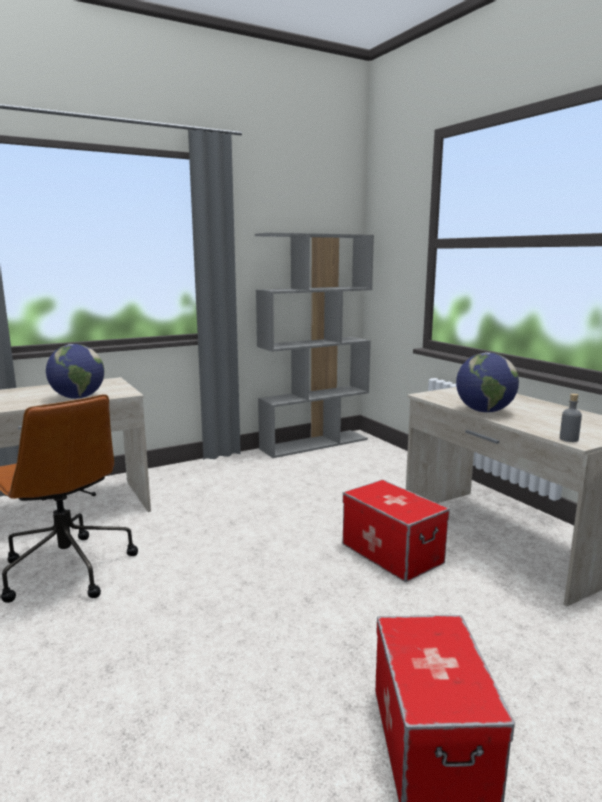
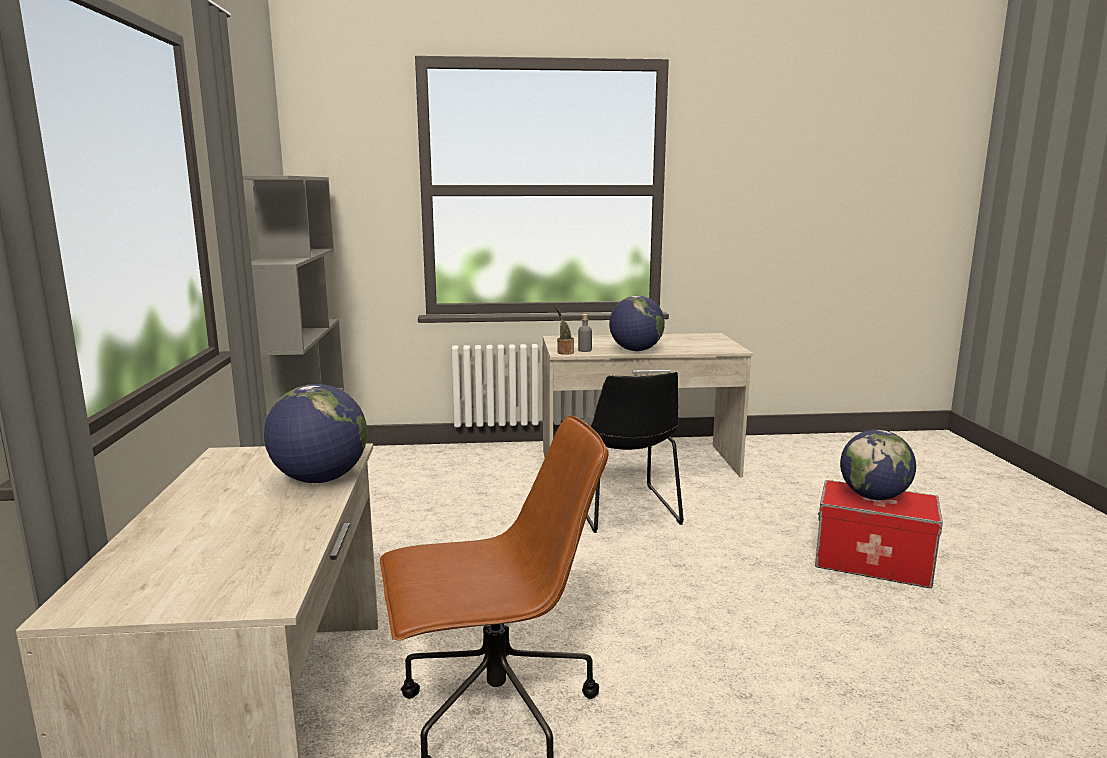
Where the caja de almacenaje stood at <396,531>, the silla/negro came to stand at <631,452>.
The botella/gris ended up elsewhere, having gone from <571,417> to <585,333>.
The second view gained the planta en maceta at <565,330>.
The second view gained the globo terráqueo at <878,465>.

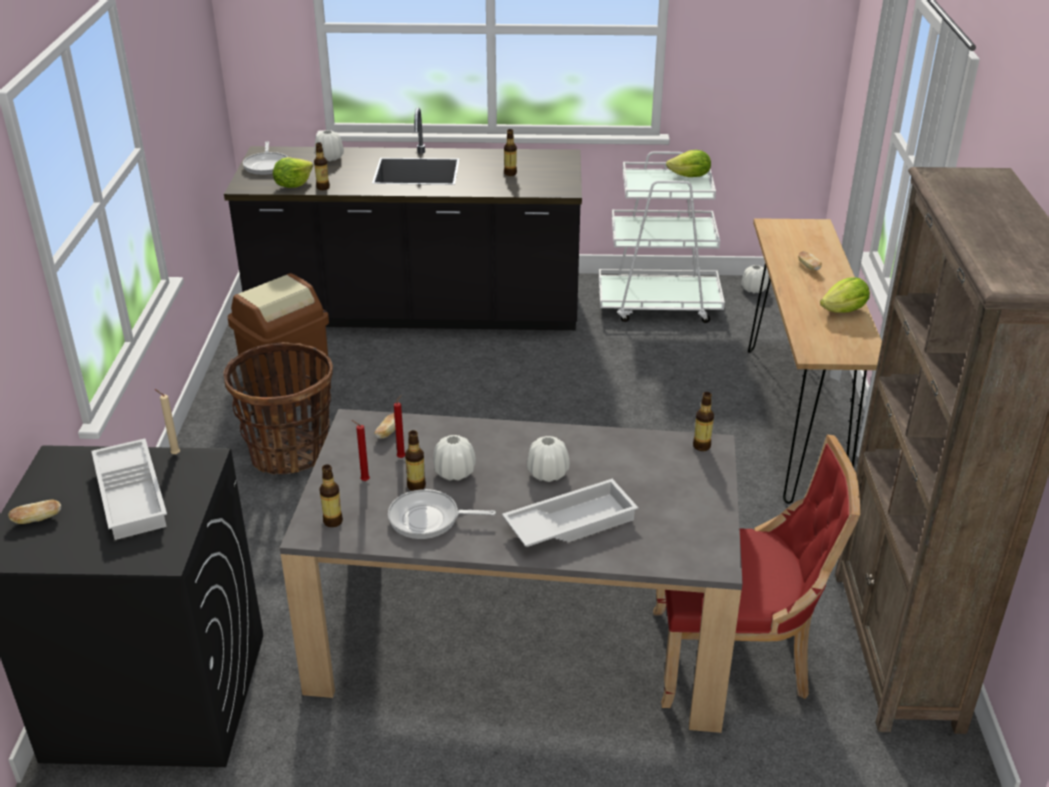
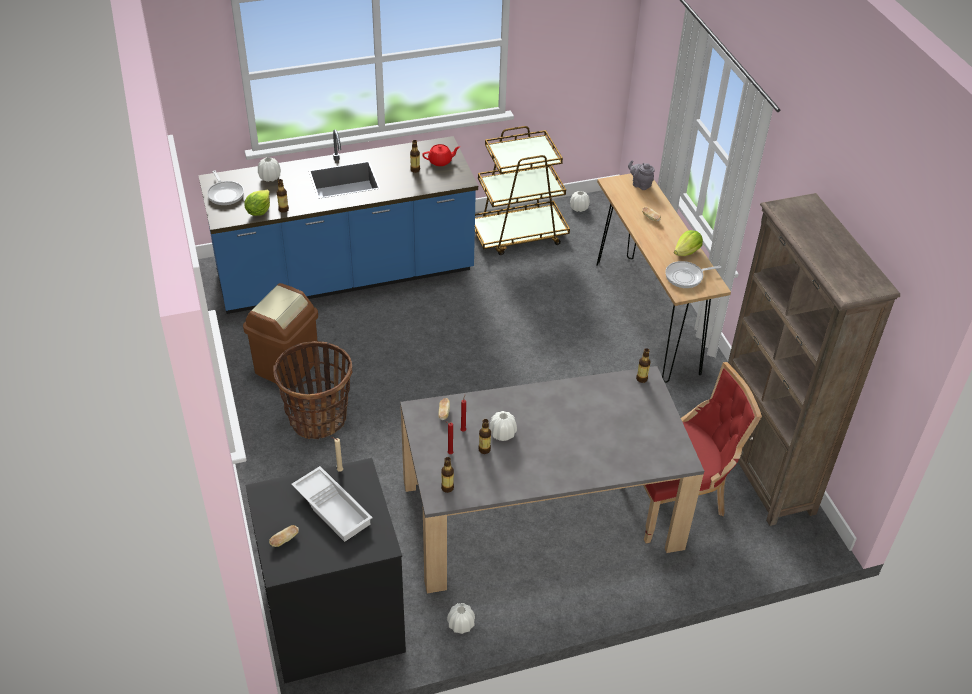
What was the mueble bajo de cocina/negro at <403,218> turned into the mueble bajo de cocina/azul at <338,222>.
The sartén ended up elsewhere, having gone from <442,514> to <693,274>.
The second view lost the bandeja/blanco at <570,513>.
The florero/blanco ended up elsewhere, having gone from <548,459> to <461,618>.
What was the carrito/blanco at <662,237> turned into the carrito/marrón at <522,190>.
The second view lost the lechuga at <688,163>.
The second view gained the tetera/rojo at <441,155>.
The second view gained the tetera/gris at <641,175>.

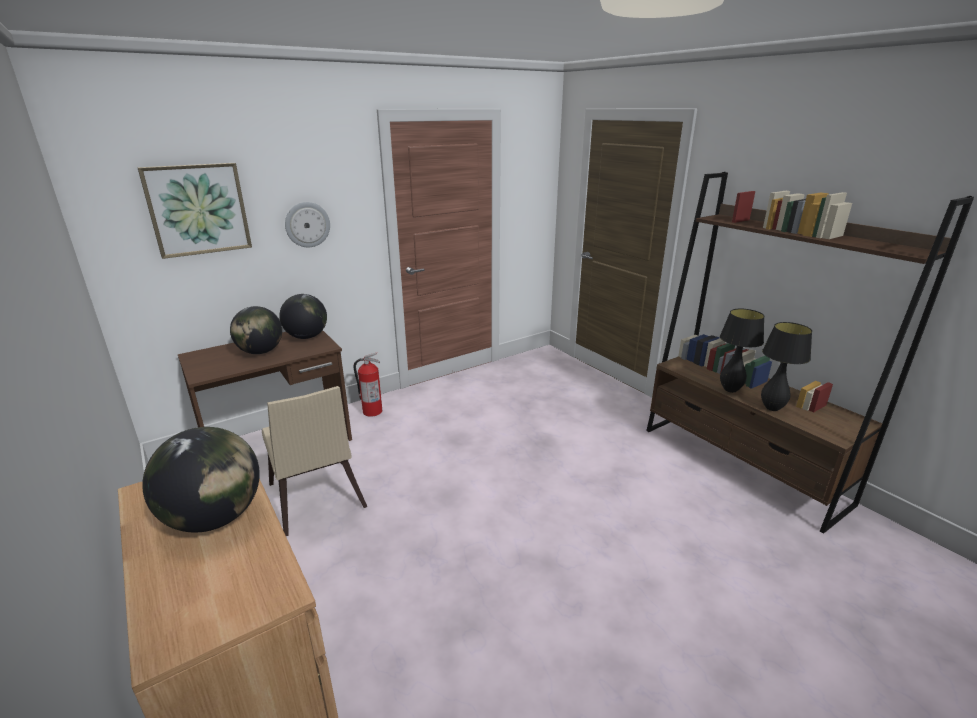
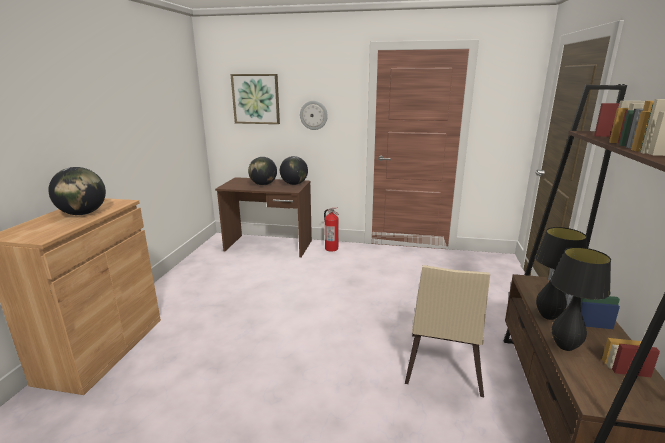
The silla/beis ended up elsewhere, having gone from <314,461> to <447,331>.

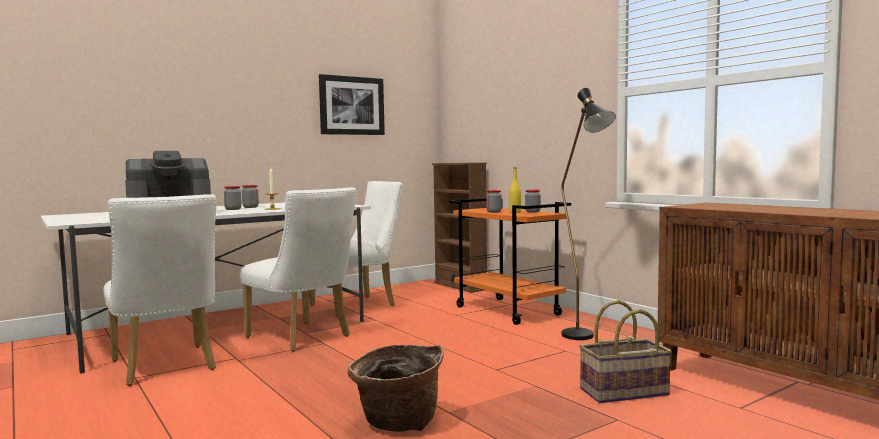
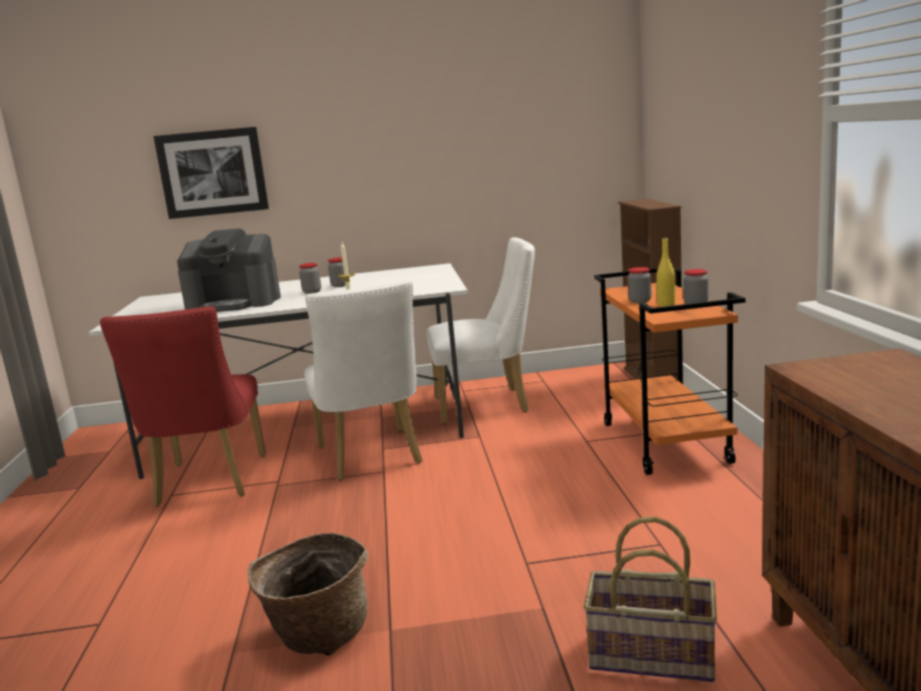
What was the silla/blanco at <159,290> turned into the silla/rojo at <183,406>.
The cuadro ended up elsewhere, having gone from <352,104> to <211,173>.
The second view lost the lámpara de pie/negro at <588,214>.

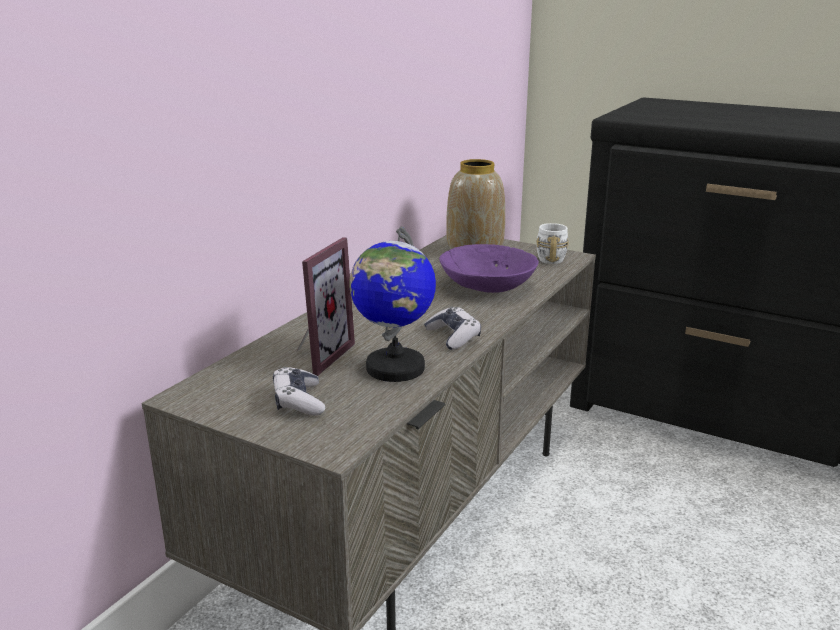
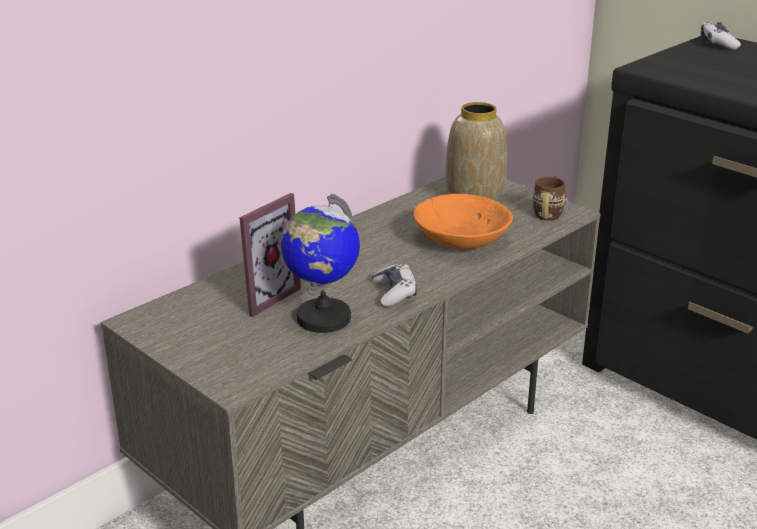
The mando de consola ended up elsewhere, having gone from <299,391> to <721,36>.
What was the cuenco/morado at <489,268> turned into the cuenco/naranja at <463,221>.
What was the taza grande/blanco at <552,243> turned into the taza grande/marrón at <549,198>.

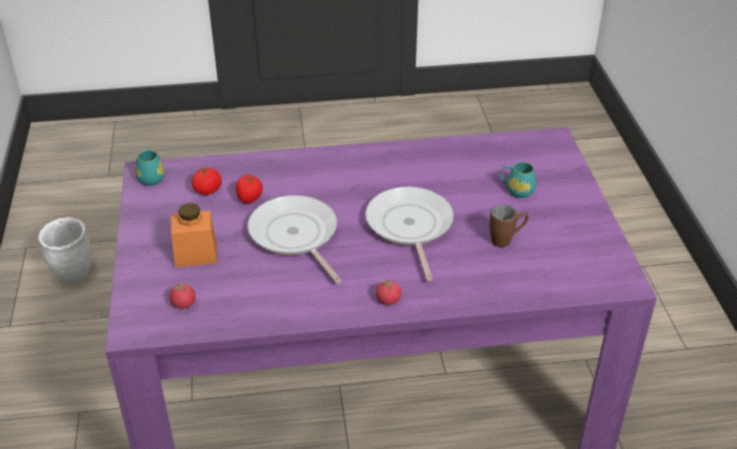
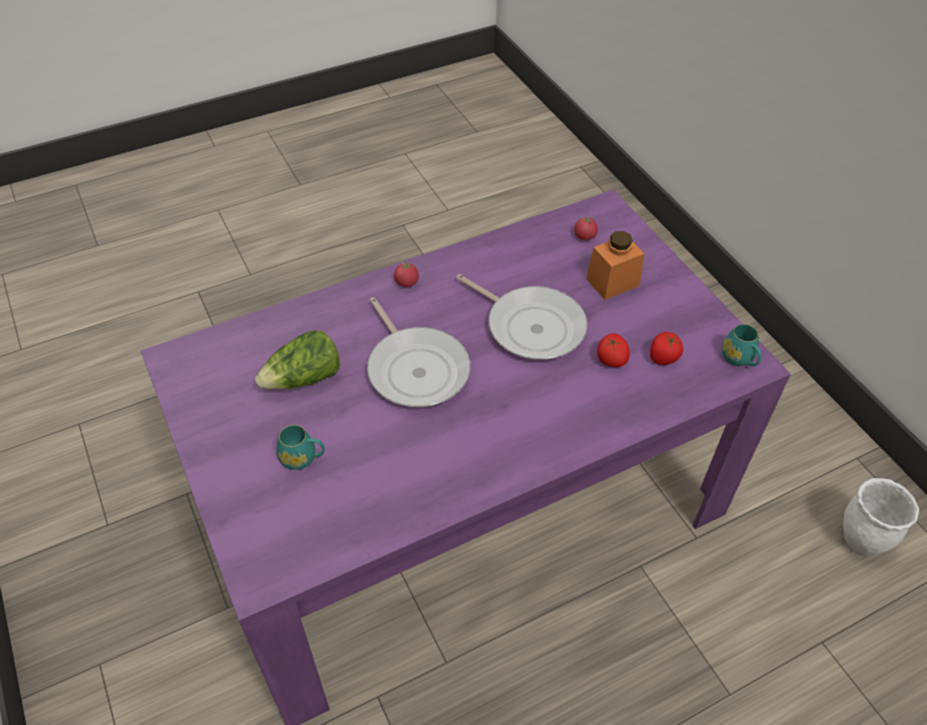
Where the taza grande/marrón stood at <509,225>, the lechuga came to stand at <297,359>.

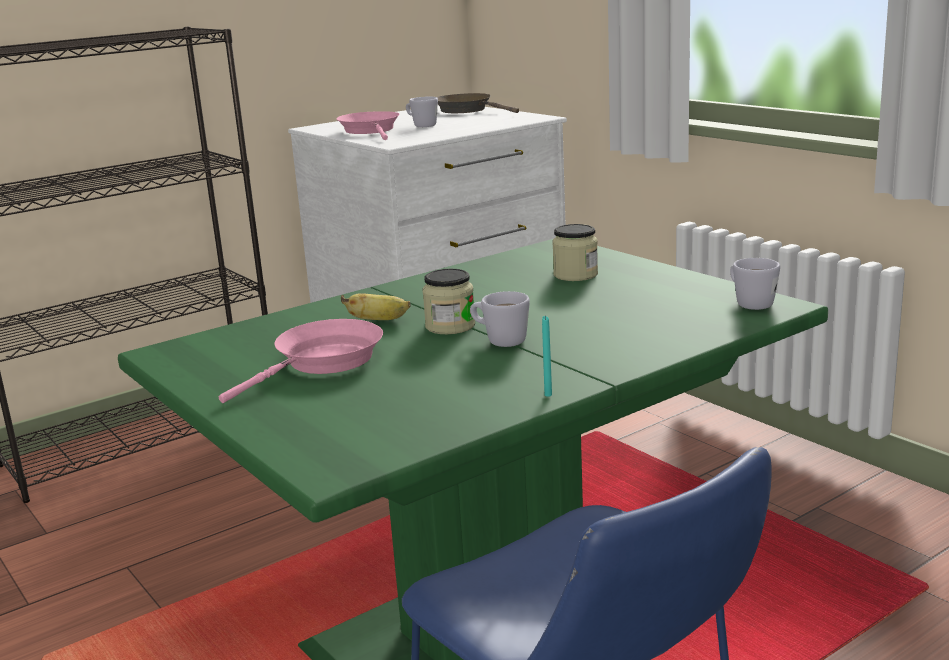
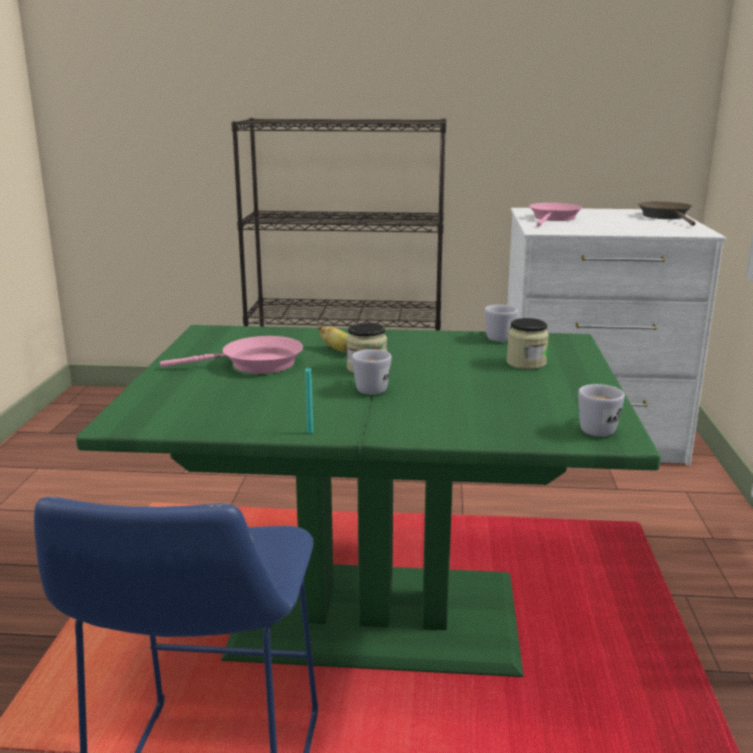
The taza grande/blanco ended up elsewhere, having gone from <422,112> to <501,323>.

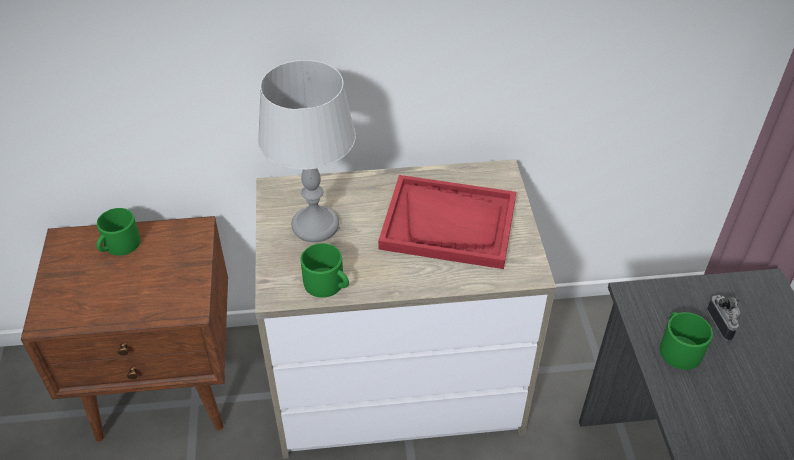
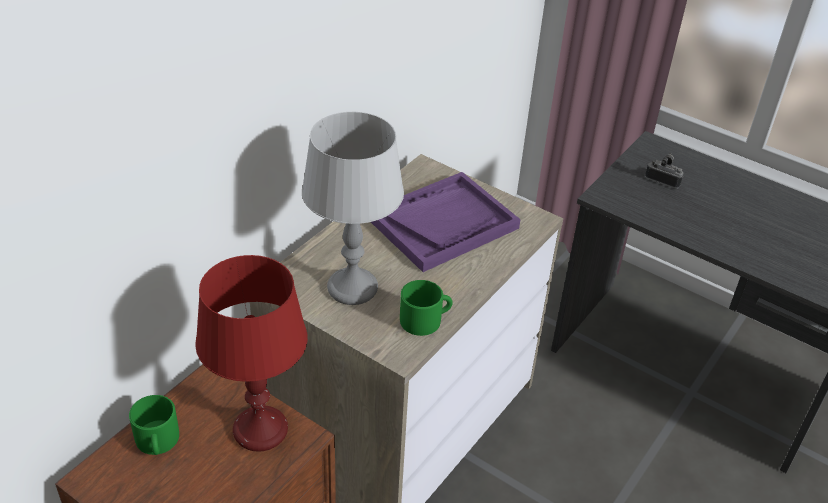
What was the bandeja/rojo at <447,222> turned into the bandeja/morado at <446,222>.
The second view lost the taza grande/verde at <686,341>.
The second view gained the lámpara de mesa/rojo at <251,353>.

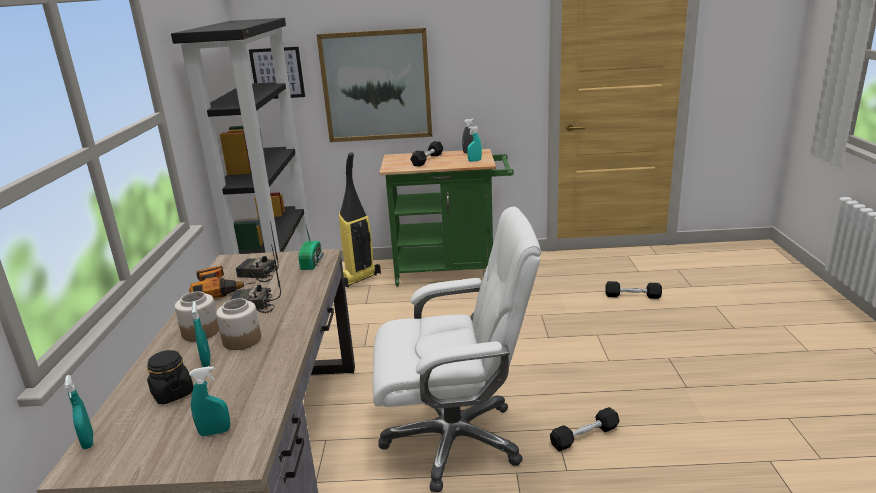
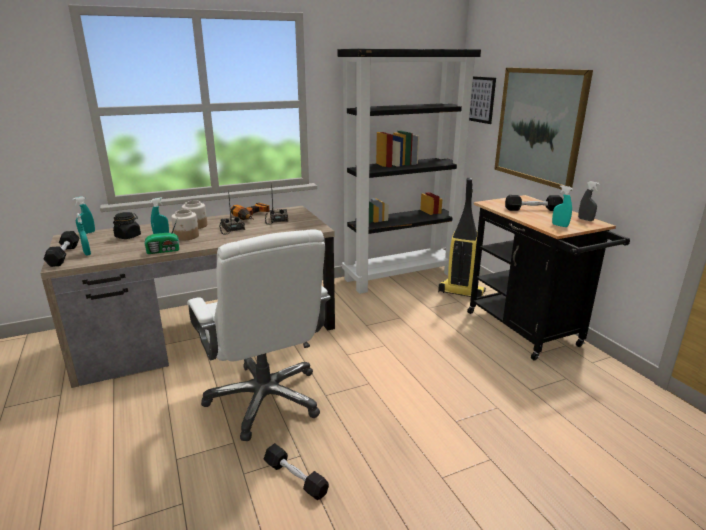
The radio ended up elsewhere, having gone from <311,246> to <162,237>.
What was the carrito/verde at <446,218> turned into the carrito/negro at <548,277>.
The mancuerna/negro ended up elsewhere, having gone from <633,290> to <61,249>.

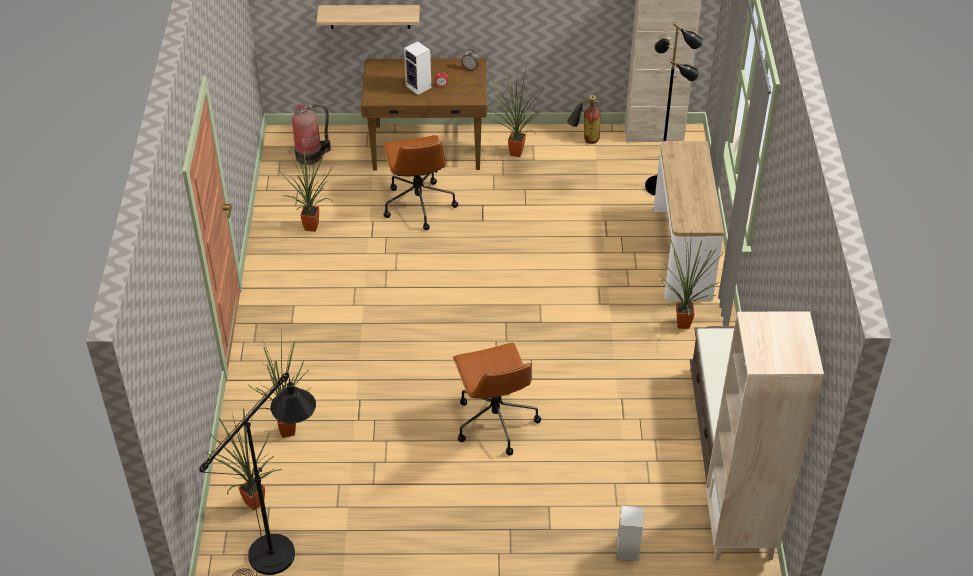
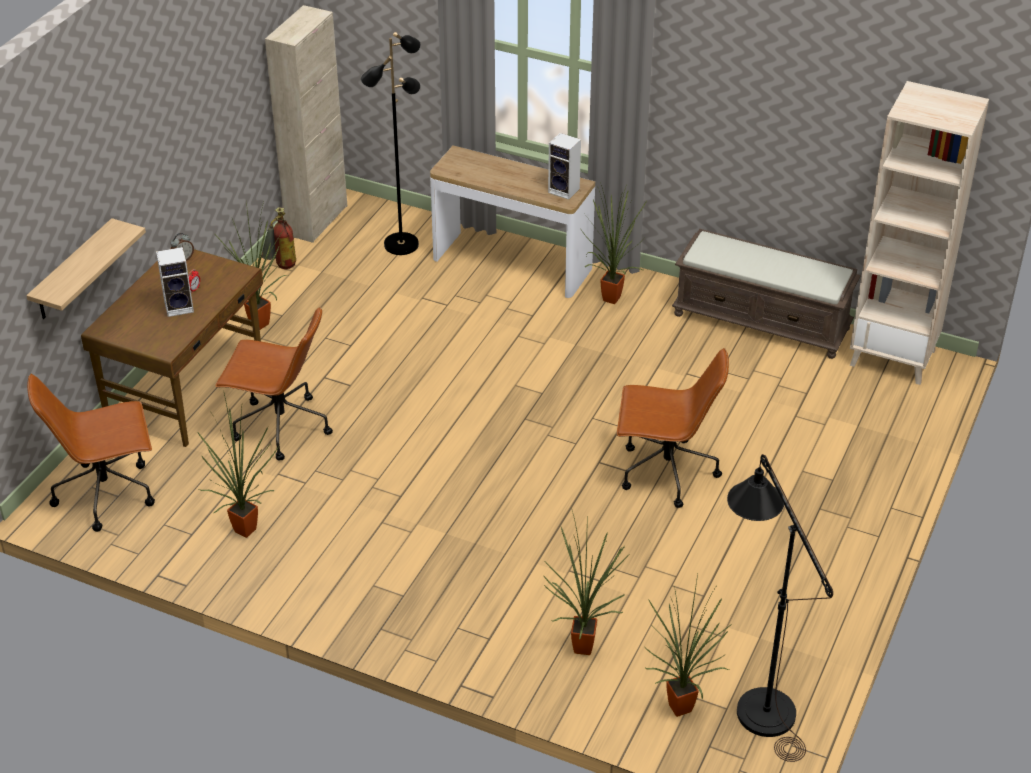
Where the extintor stood at <311,134>, the silla de oficina/marrón came to stand at <91,452>.
The altavoz ended up elsewhere, having gone from <630,533> to <564,166>.

